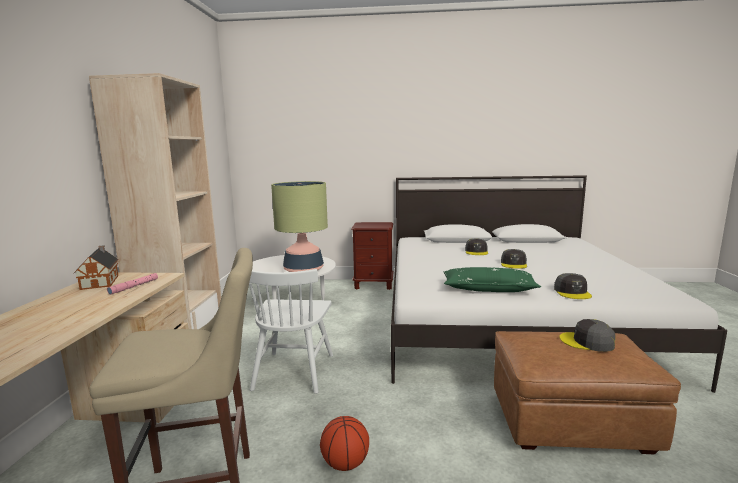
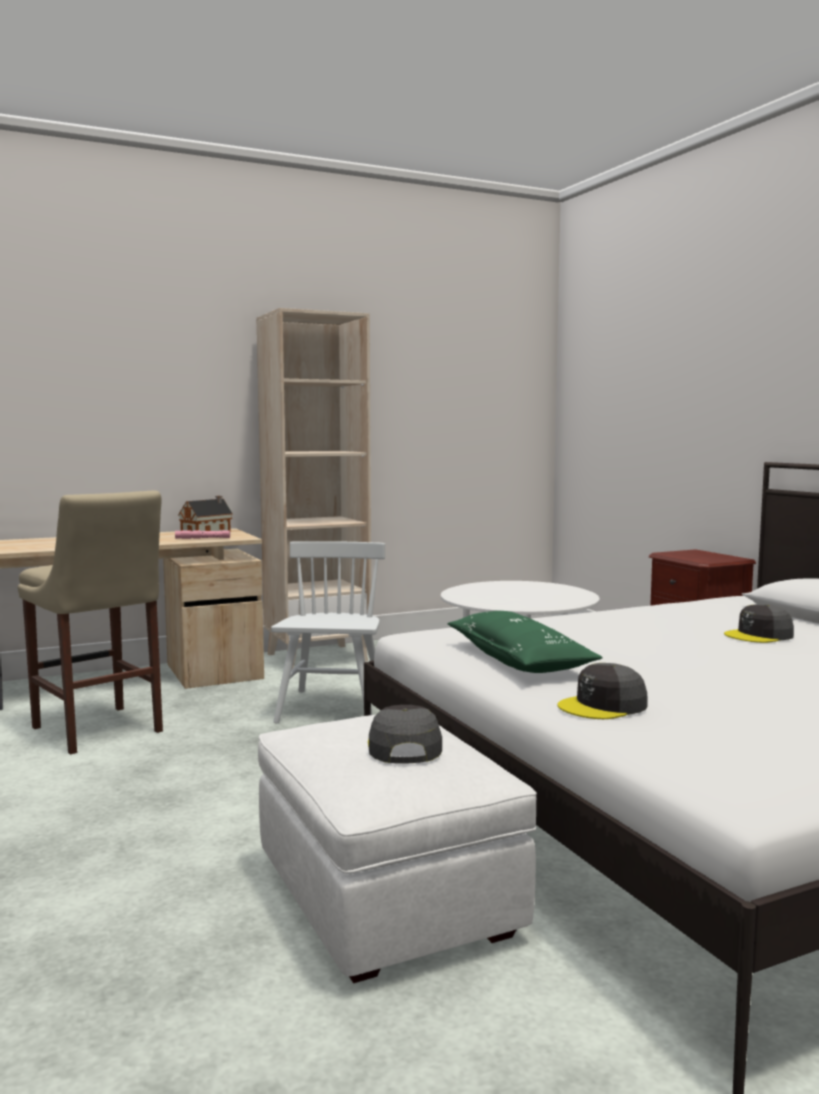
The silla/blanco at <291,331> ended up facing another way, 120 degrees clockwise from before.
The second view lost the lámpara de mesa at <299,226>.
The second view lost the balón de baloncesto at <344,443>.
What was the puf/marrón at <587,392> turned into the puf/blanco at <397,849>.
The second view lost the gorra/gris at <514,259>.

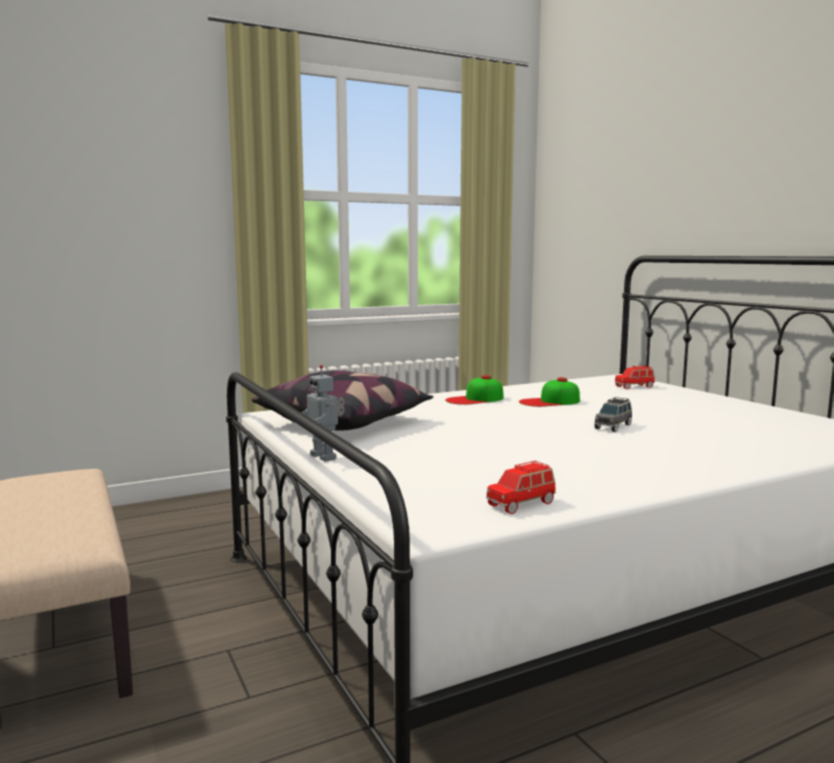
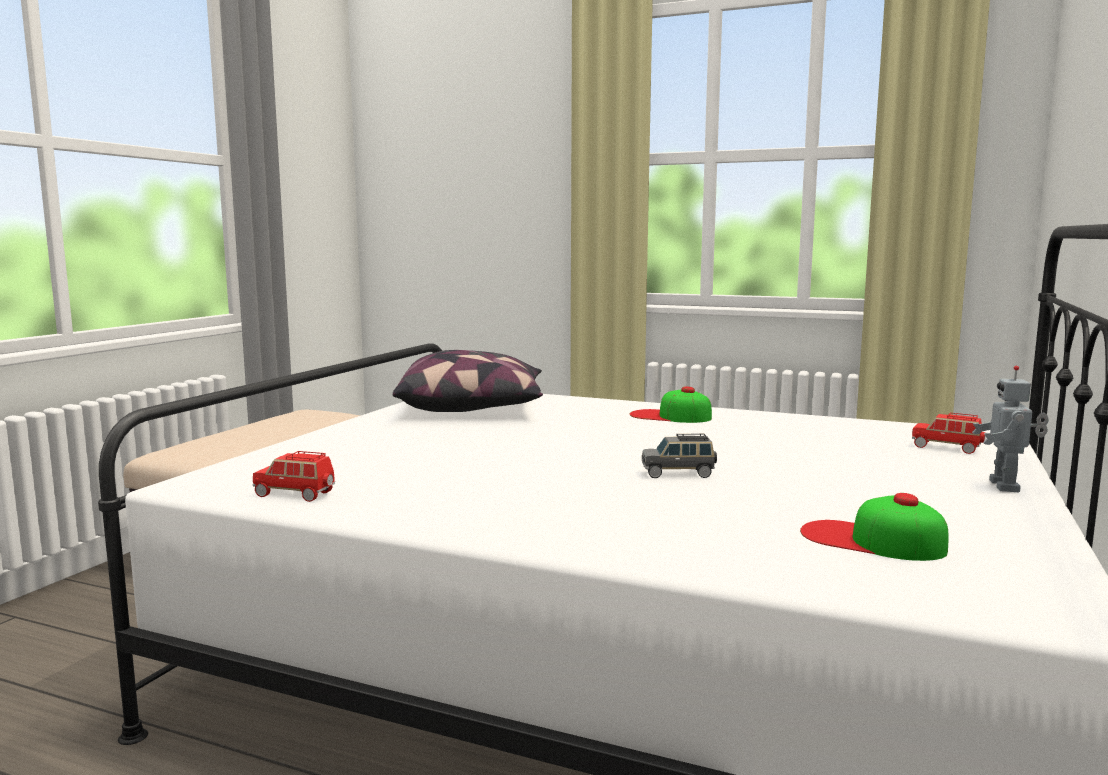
The robot de juguete ended up elsewhere, having gone from <323,413> to <1010,429>.
The gorra ended up elsewhere, having gone from <549,392> to <874,527>.

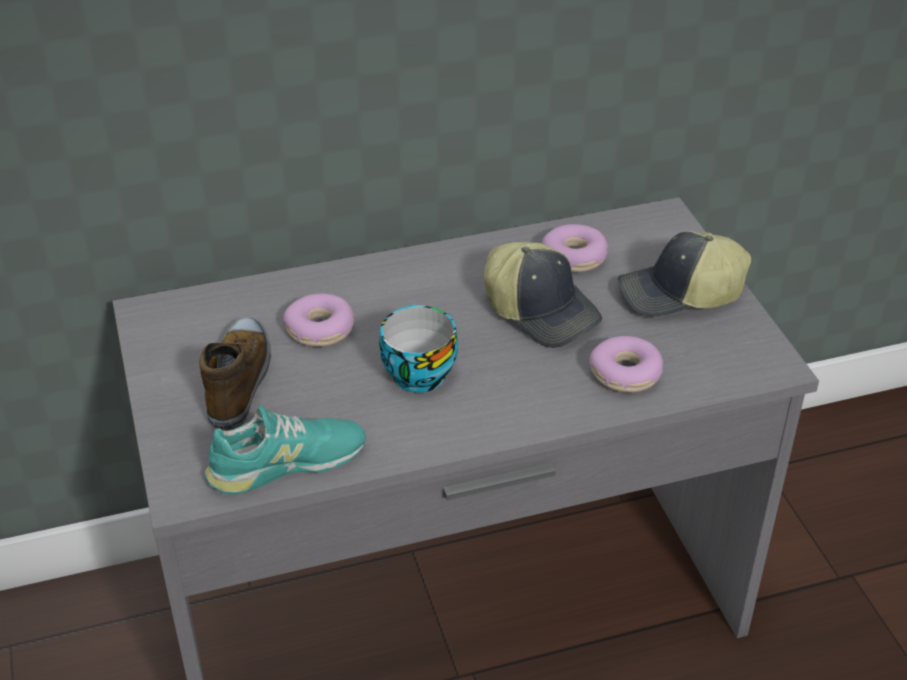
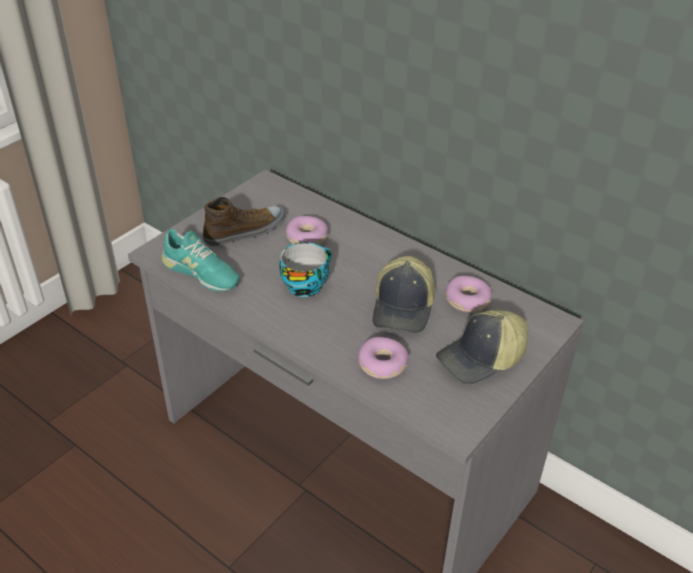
The gorra at <684,274> ended up facing another way, 75 degrees counterclockwise from before.

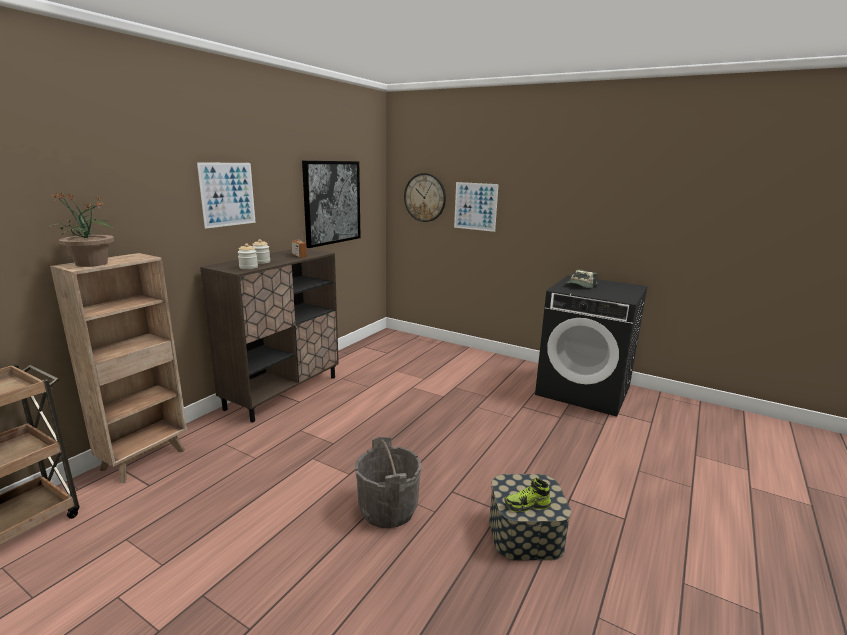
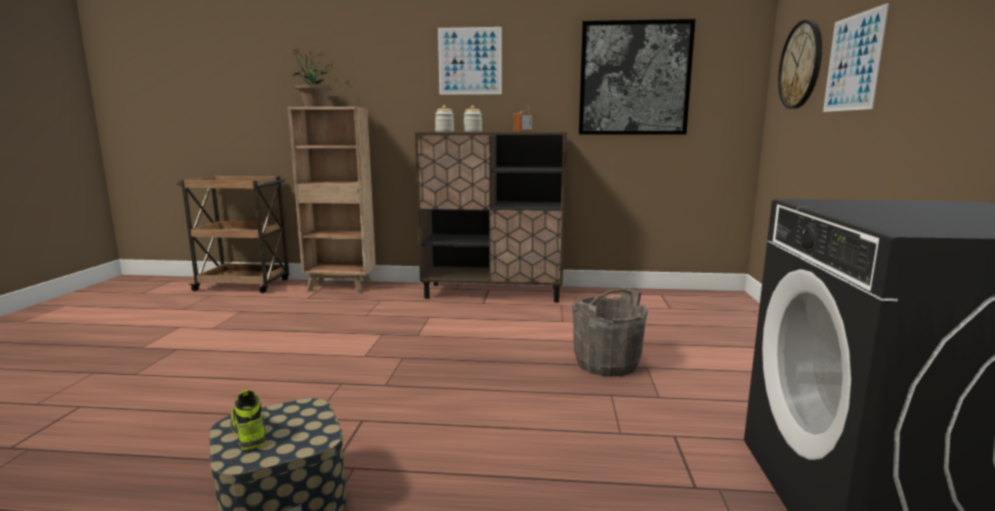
The cubo/gris ended up elsewhere, having gone from <388,482> to <610,332>.
The second view lost the gorra at <582,279>.

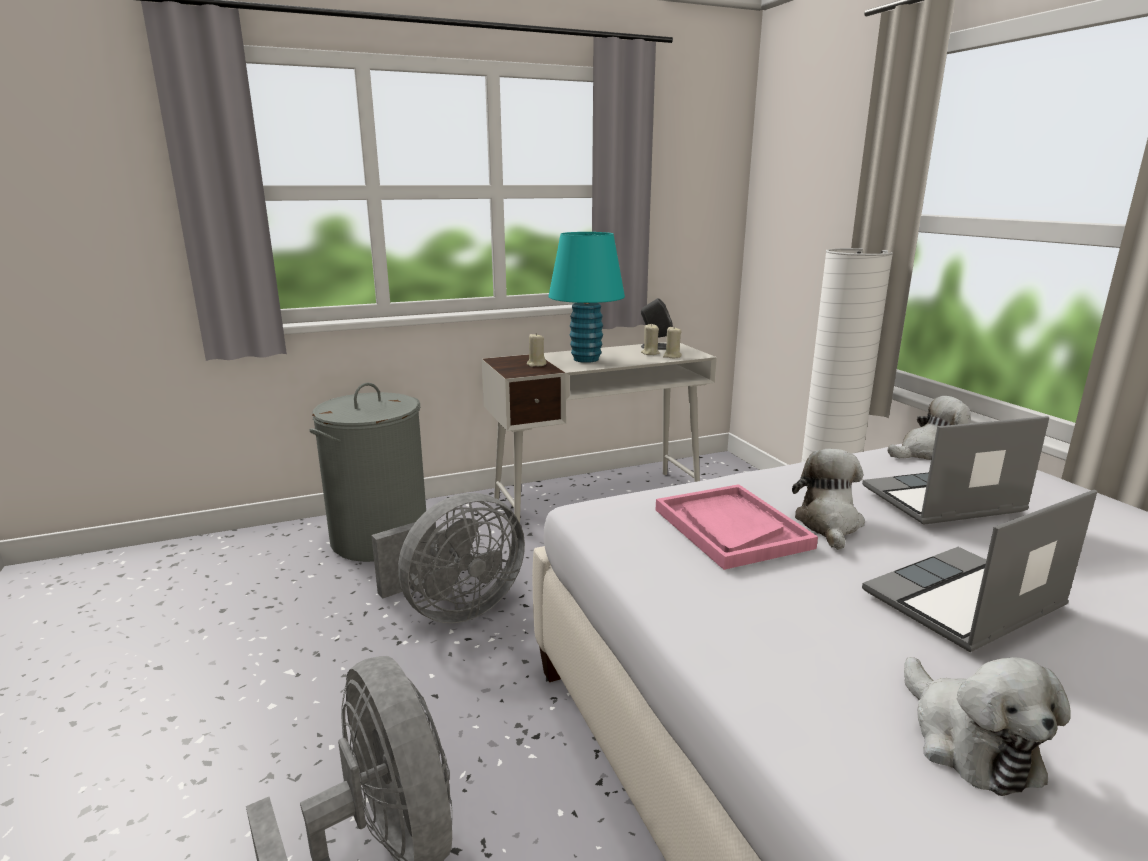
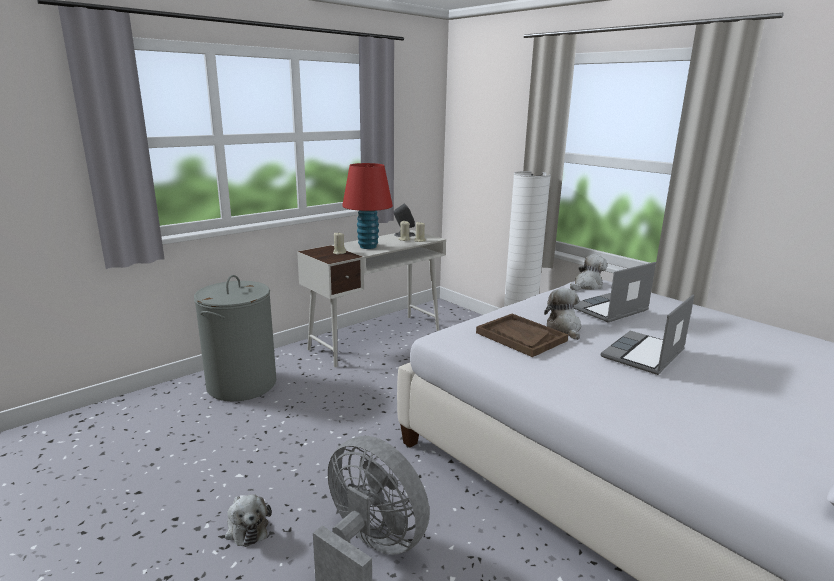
The second view lost the ventilador/gris at <448,558>.
What was the lámpara de mesa/turquesa at <586,297> turned into the lámpara de mesa/rojo at <367,206>.
What was the bandeja/rosa at <737,527> turned into the bandeja/marrón at <522,335>.
The peluche ended up elsewhere, having gone from <987,726> to <248,521>.

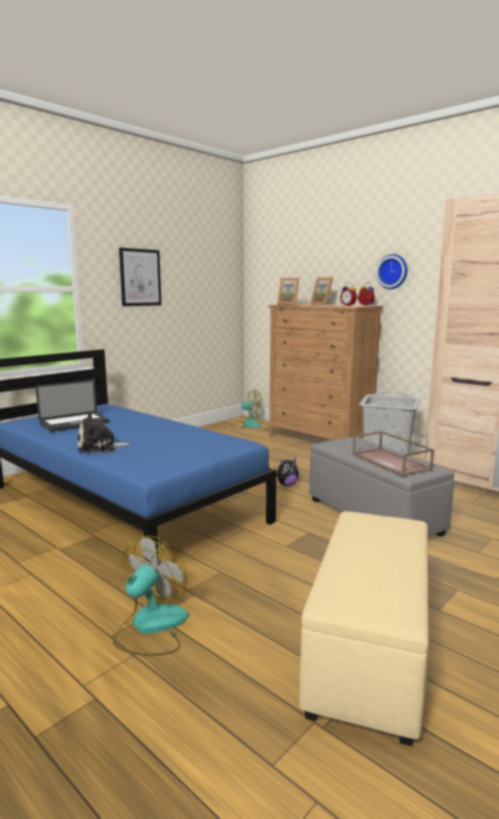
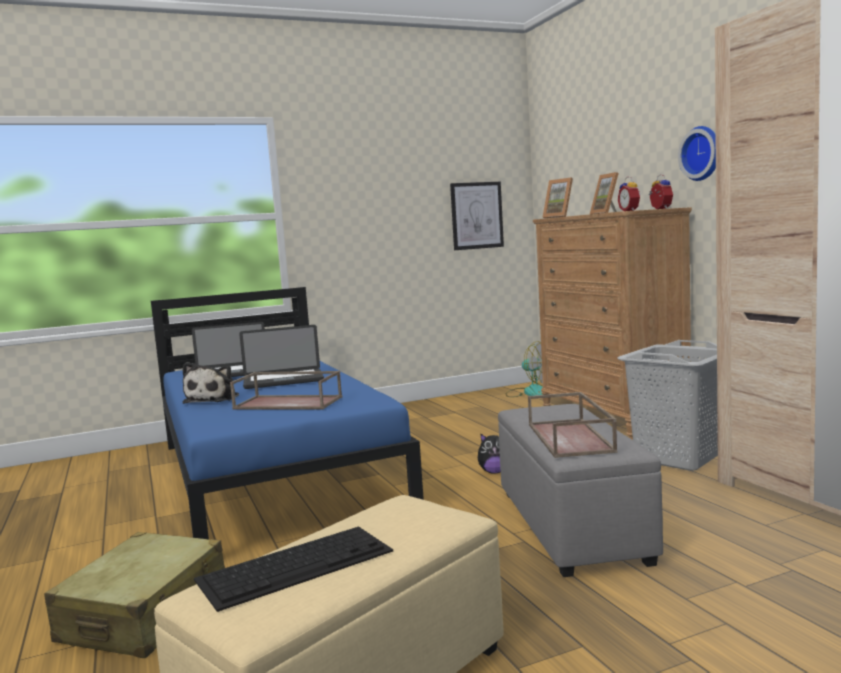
The peluche at <104,432> ended up facing another way, 90 degrees counterclockwise from before.
Where the ventilador stood at <151,596>, the maleta/beis came to stand at <134,595>.
The cuadro ended up elsewhere, having gone from <140,277> to <477,216>.
The second view gained the teclado at <293,569>.
The second view gained the bandeja/marrón at <286,390>.
The second view gained the portátil at <281,357>.

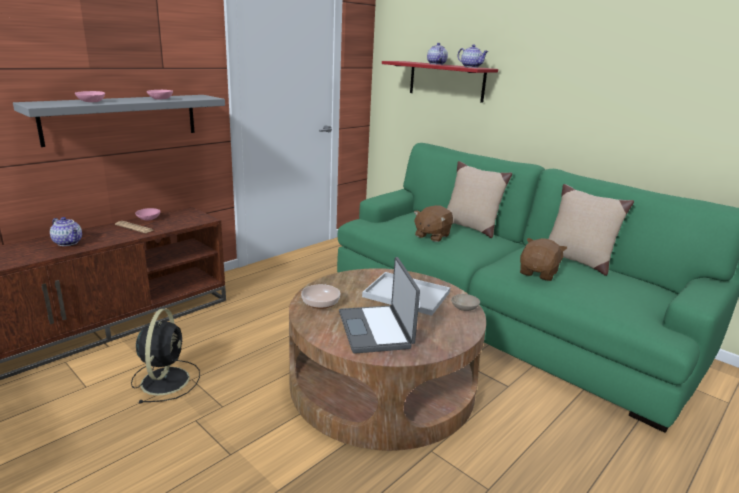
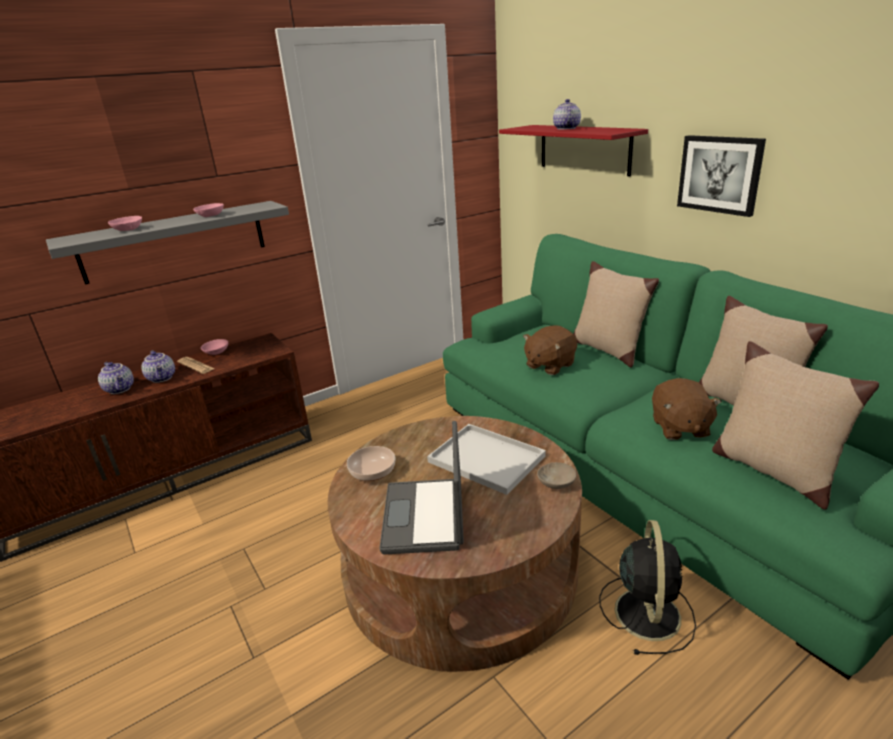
The ventilador/negro ended up elsewhere, having gone from <165,356> to <647,587>.
The tetera ended up elsewhere, having gone from <473,56> to <158,366>.
The peluche/marrón at <543,259> ended up facing another way, 135 degrees clockwise from before.
The second view gained the cuadro at <721,176>.
The second view gained the cojín/beis at <795,425>.

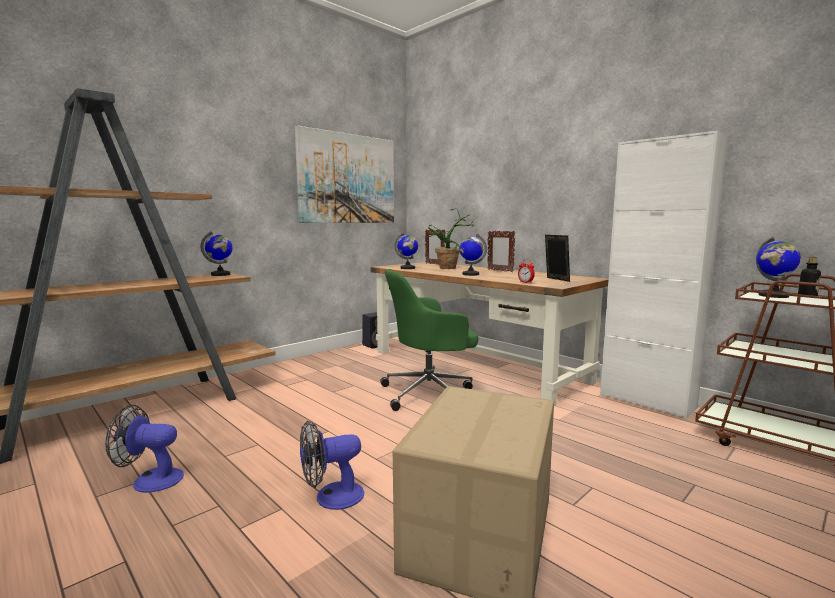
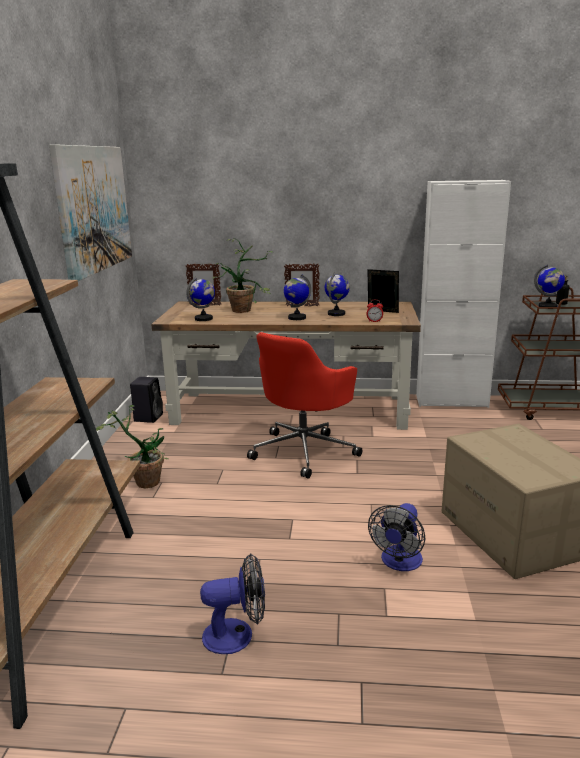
The ventilador at <144,449> ended up facing another way, 150 degrees counterclockwise from before.
The globo terráqueo ended up elsewhere, having gone from <217,253> to <337,294>.
What was the silla de oficina/verde at <429,340> turned into the silla de oficina/rojo at <304,405>.
The second view gained the planta en maceta at <132,447>.

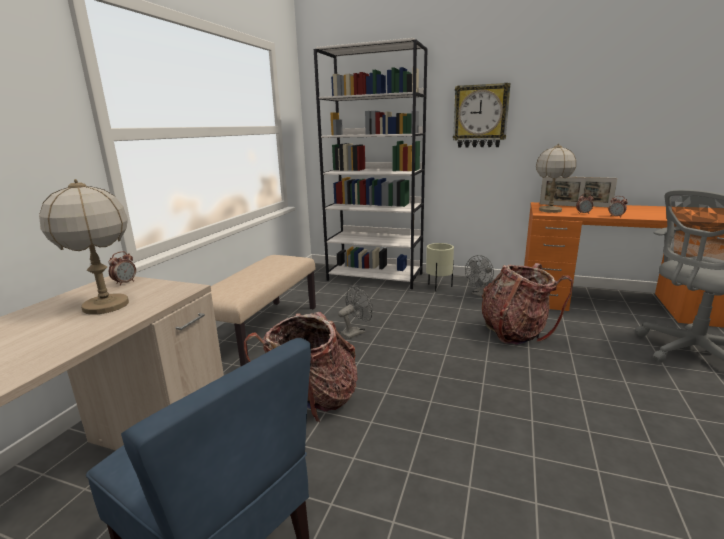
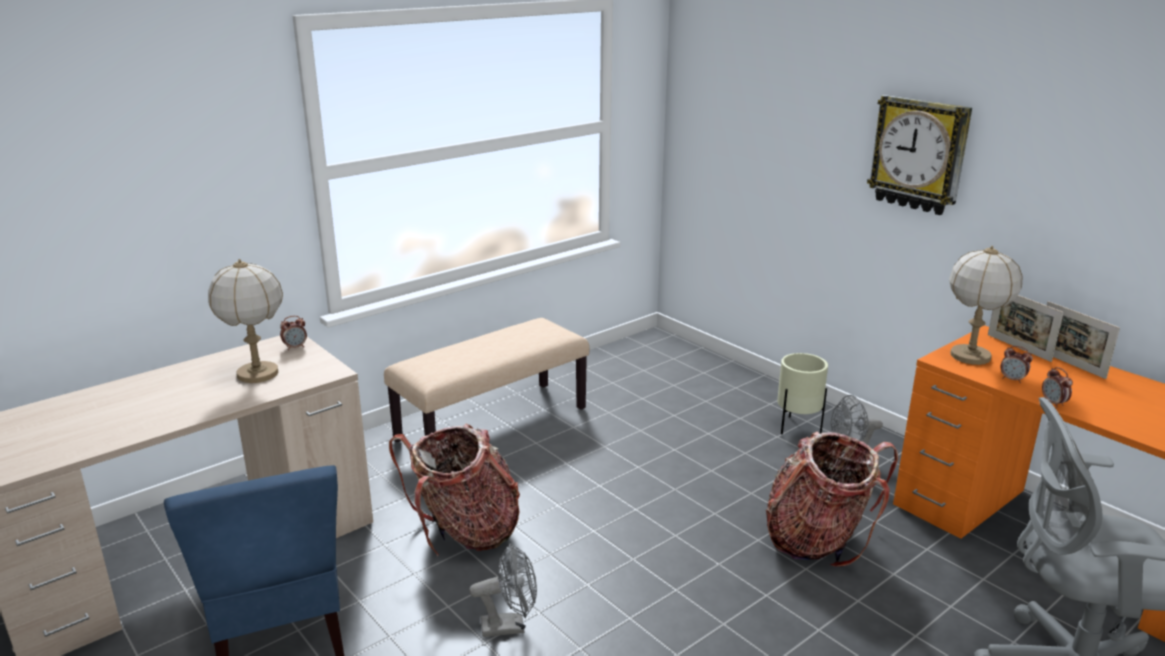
The second view lost the estantería/blanco at <370,163>.
The ventilador/gris ended up elsewhere, having gone from <355,312> to <503,590>.

